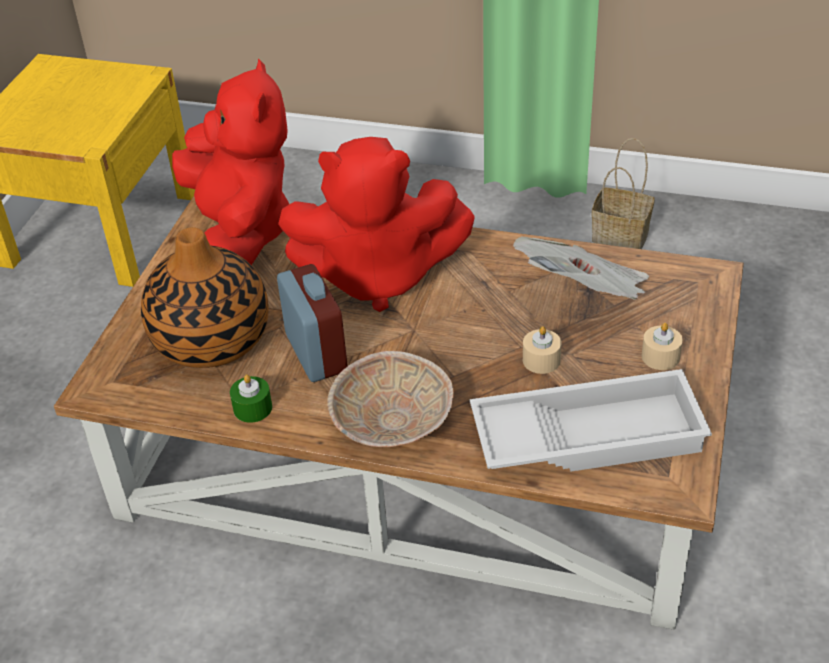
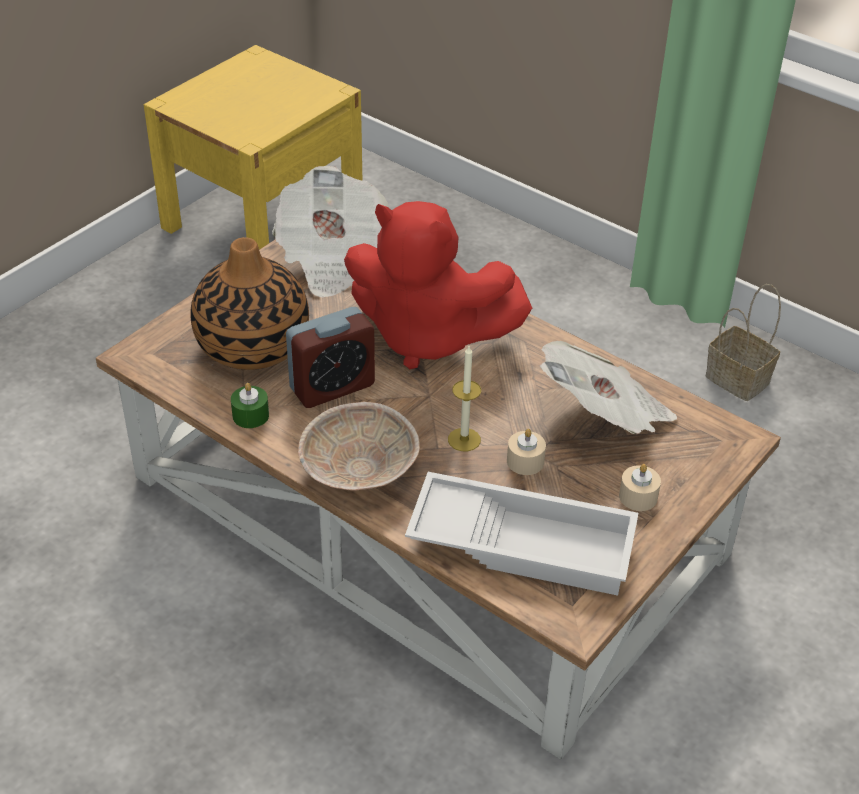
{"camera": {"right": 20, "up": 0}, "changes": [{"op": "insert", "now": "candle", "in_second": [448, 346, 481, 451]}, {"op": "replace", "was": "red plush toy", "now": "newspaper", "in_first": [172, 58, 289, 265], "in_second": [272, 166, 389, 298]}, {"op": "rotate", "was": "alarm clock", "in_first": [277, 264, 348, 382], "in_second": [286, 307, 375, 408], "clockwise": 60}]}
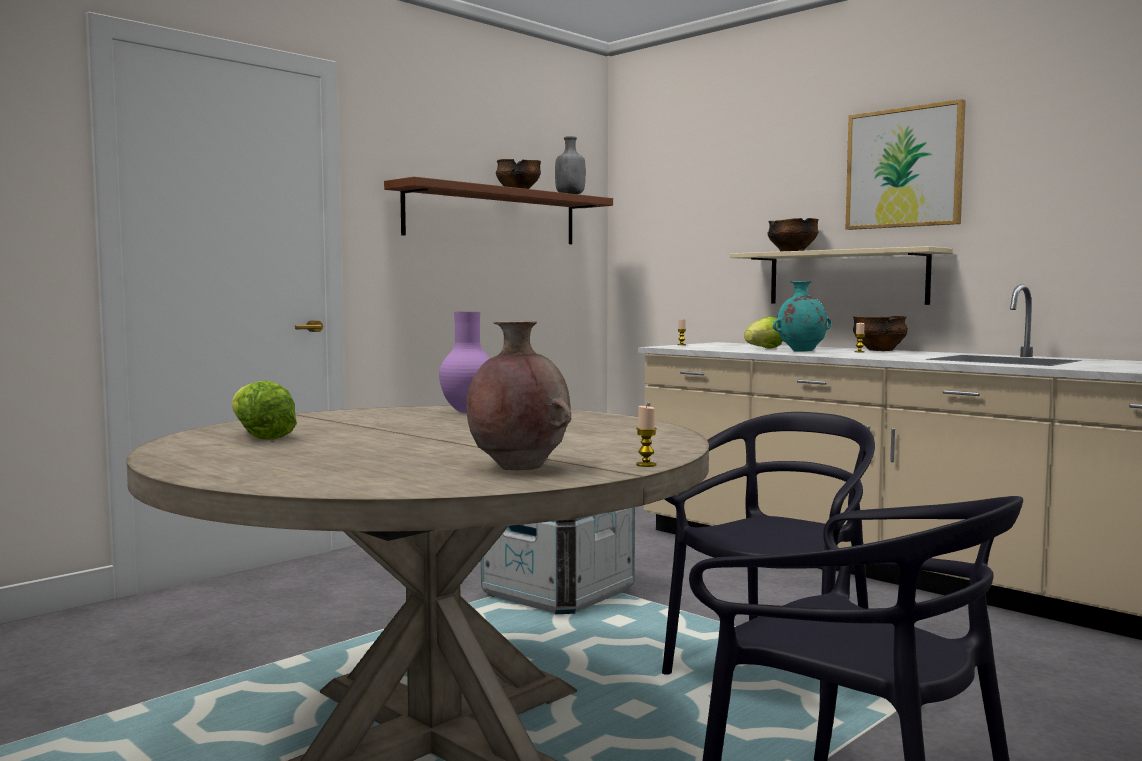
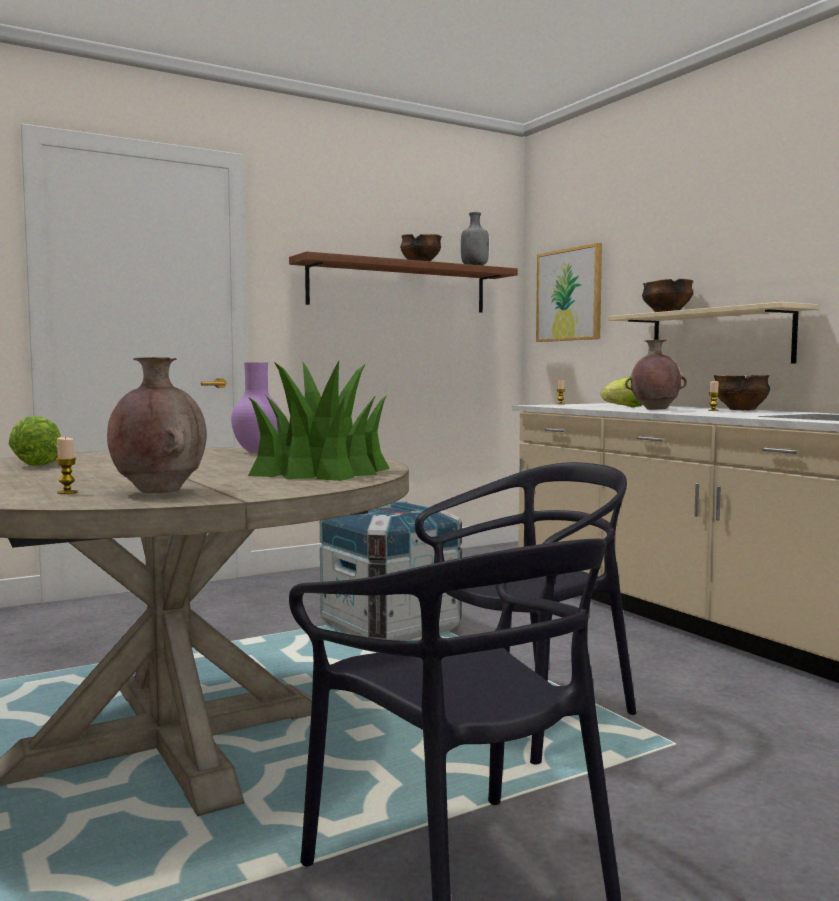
{"camera": {"right": 15, "up": 0}, "changes": [{"op": "insert", "now": "potted plant", "in_second": [248, 361, 390, 481]}, {"op": "move", "was": "candle", "in_first": [636, 405, 657, 467], "in_second": [56, 437, 77, 494]}, {"op": "move", "was": "picture", "in_first": [846, 99, 966, 230], "in_second": [536, 243, 602, 342]}, {"op": "recolor", "was": "turquoise vase", "now": "brown vase", "in_first": [773, 281, 832, 352], "in_second": [625, 340, 687, 410]}]}
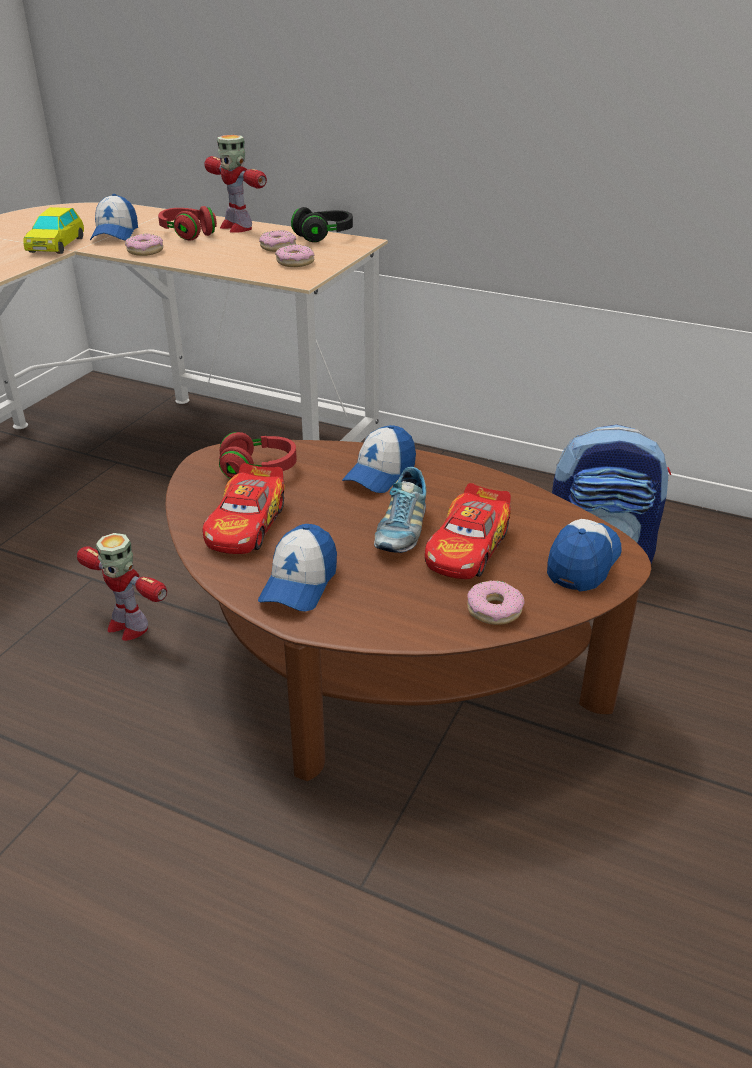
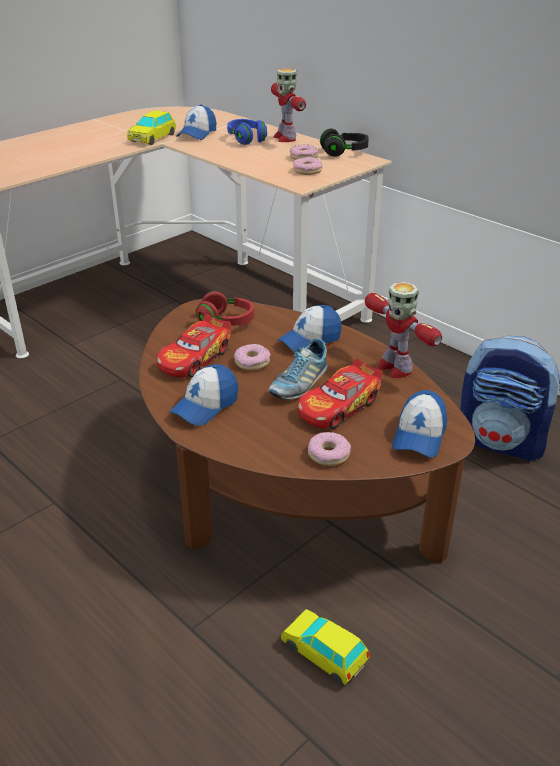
{"camera": {"right": 20, "up": 0}, "changes": [{"op": "insert", "now": "toy car", "in_second": [281, 609, 370, 685]}, {"op": "move", "was": "toy robot", "in_first": [77, 533, 167, 641], "in_second": [365, 282, 442, 378]}, {"op": "move", "was": "donut", "in_first": [125, 234, 163, 256], "in_second": [234, 344, 271, 371]}, {"op": "recolor", "was": "red headphones", "now": "blue headphones", "in_first": [158, 206, 217, 241], "in_second": [227, 119, 267, 145]}, {"op": "rotate", "was": "cap", "in_first": [547, 519, 622, 592], "in_second": [392, 390, 447, 458], "clockwise": 150}]}
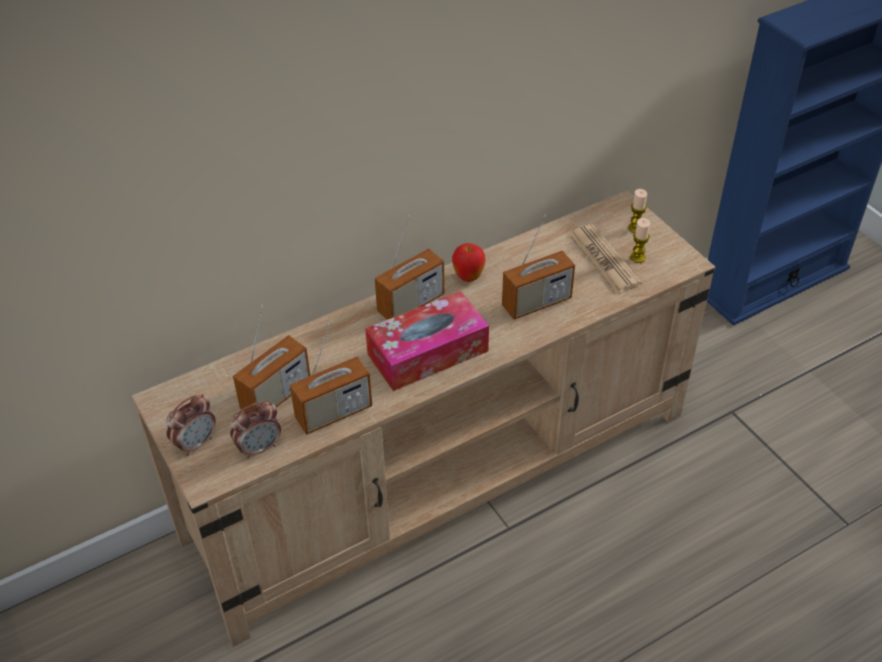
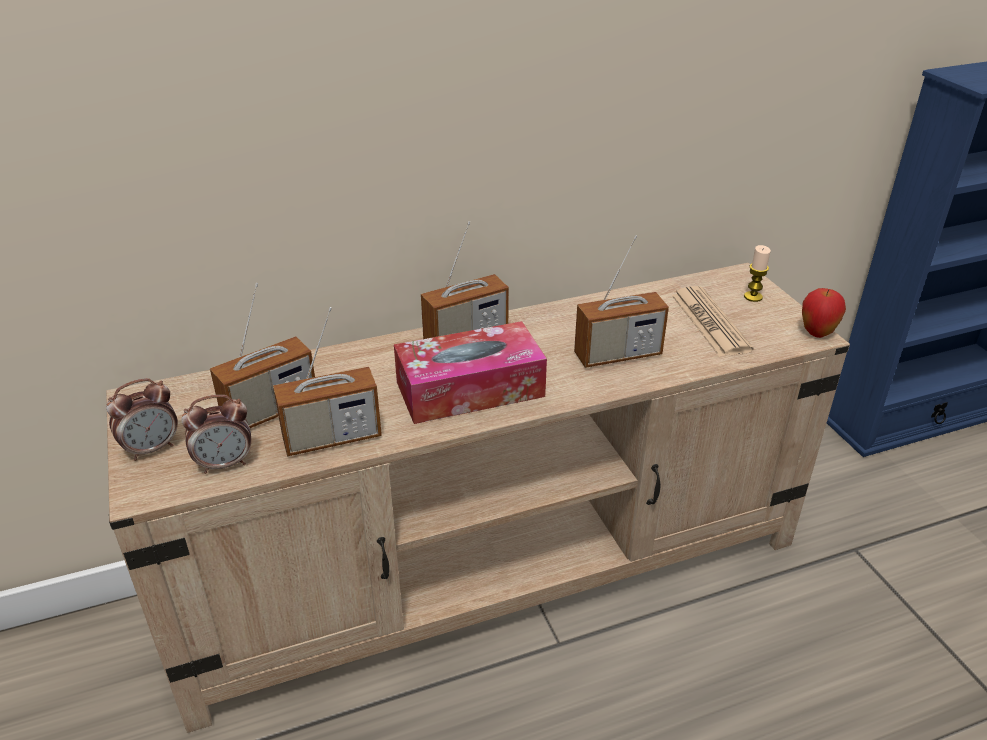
{"camera": {"right": 10, "up": -10}, "changes": [{"op": "delete", "was": "candle", "in_first": [630, 218, 650, 263]}, {"op": "move", "was": "apple", "in_first": [452, 243, 486, 282], "in_second": [802, 288, 846, 338]}]}
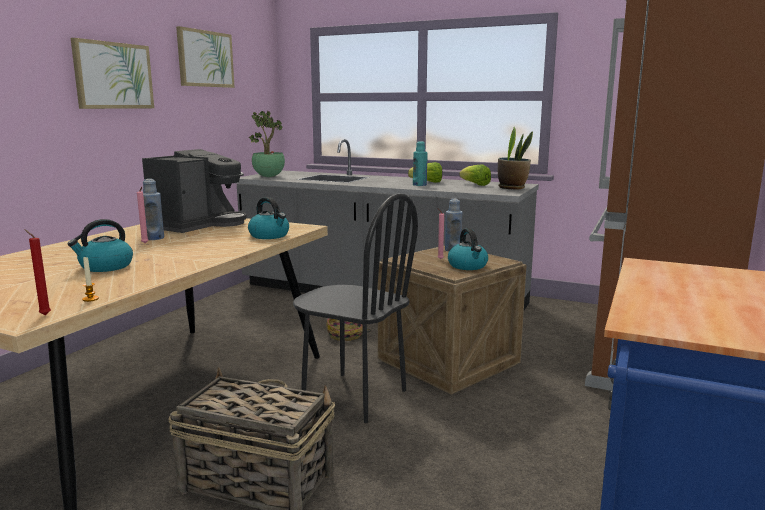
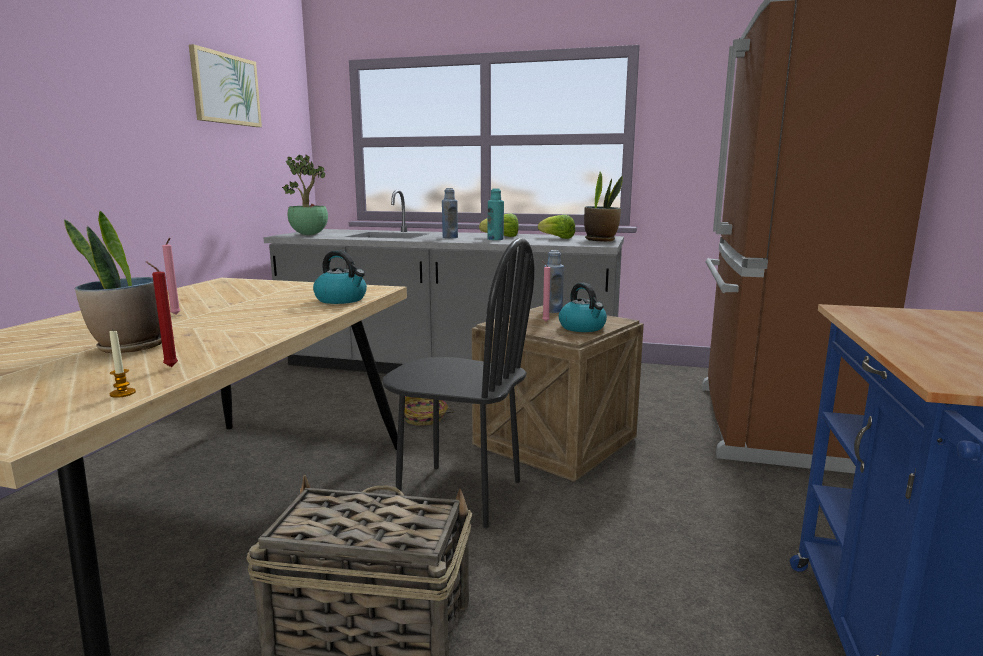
{"camera": {"right": -10, "up": 0}, "changes": [{"op": "delete", "was": "picture", "in_first": [71, 38, 154, 109]}, {"op": "delete", "was": "coffee machine", "in_first": [142, 149, 247, 233]}, {"op": "move", "was": "red candle", "in_first": [25, 229, 51, 315], "in_second": [146, 261, 178, 367]}, {"op": "move", "was": "blue bottle", "in_first": [143, 179, 164, 240], "in_second": [442, 188, 458, 238]}, {"op": "replace", "was": "kettle", "now": "potted plant", "in_first": [67, 219, 133, 272], "in_second": [64, 211, 162, 353]}]}
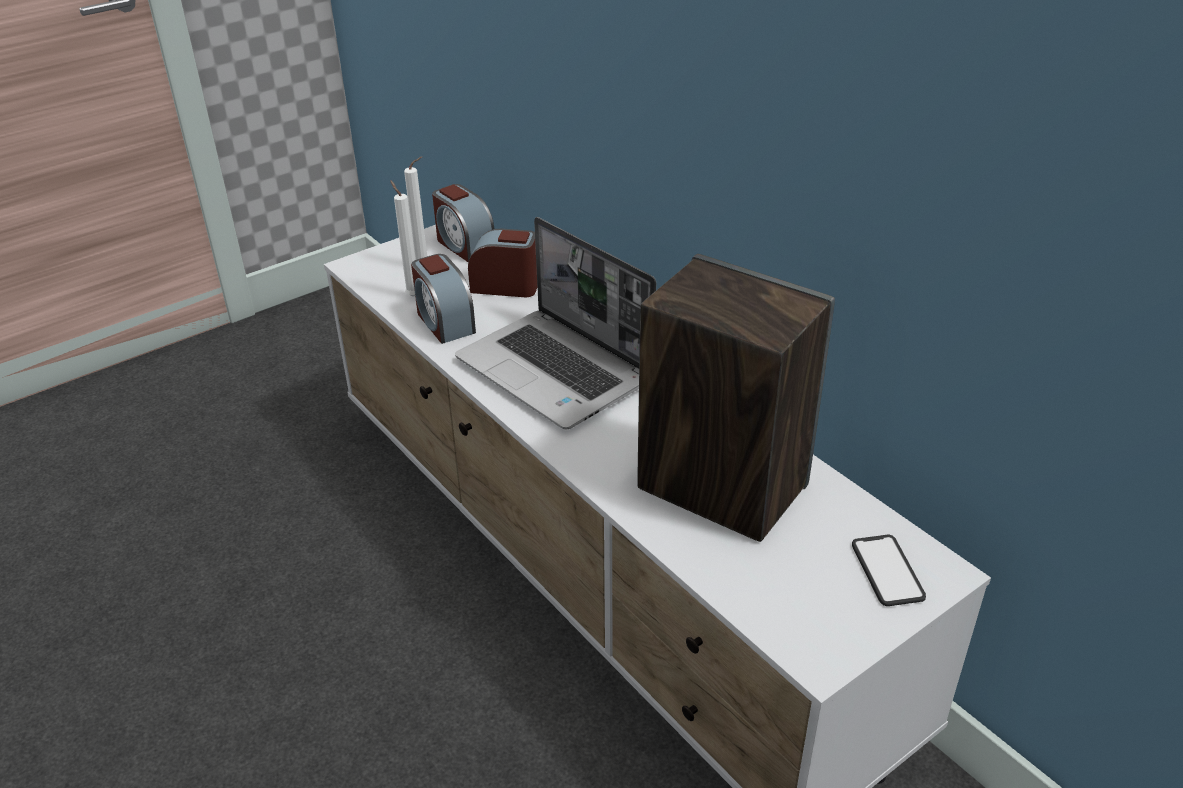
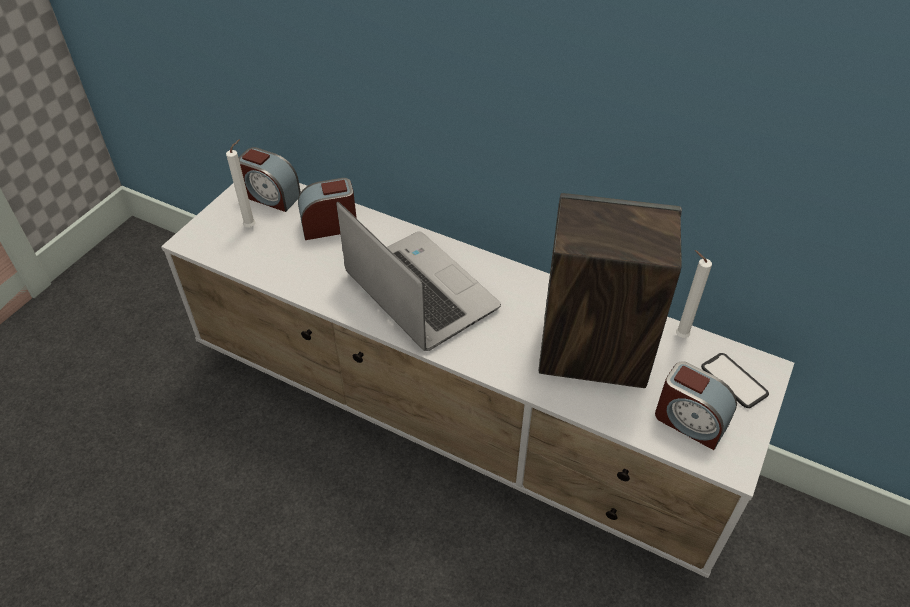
{"camera": {"right": -25, "up": 10}, "changes": [{"op": "move", "was": "white candle", "in_first": [390, 180, 415, 297], "in_second": [676, 250, 712, 338]}, {"op": "move", "was": "alarm clock", "in_first": [411, 254, 476, 344], "in_second": [655, 361, 737, 450]}, {"op": "rotate", "was": "laptop", "in_first": [455, 217, 656, 429], "in_second": [336, 202, 501, 351], "clockwise": -150}]}
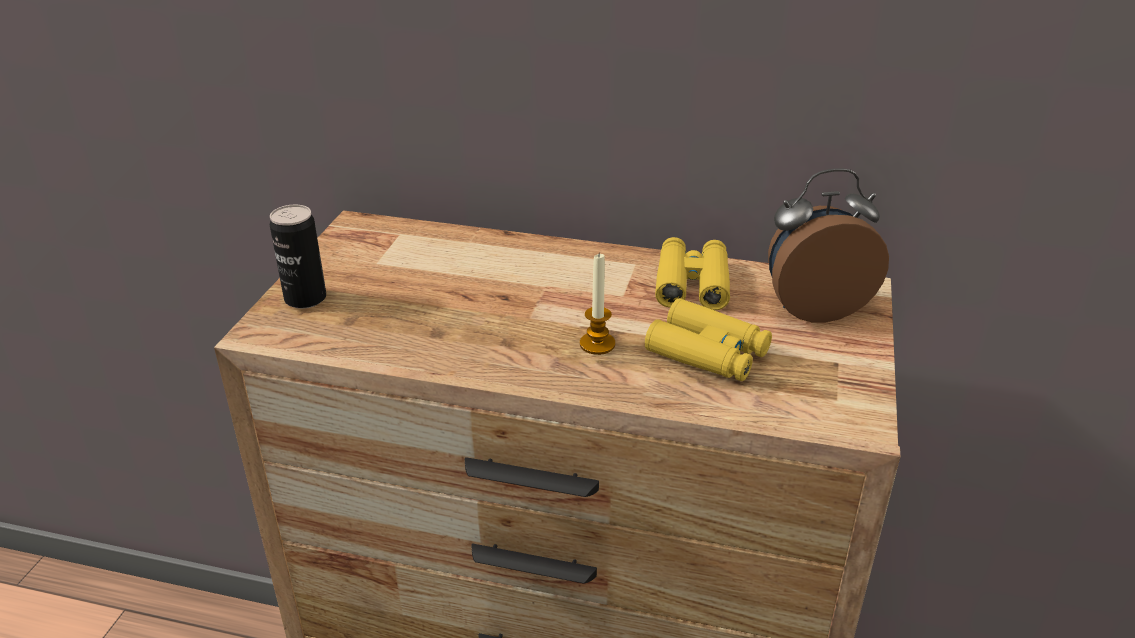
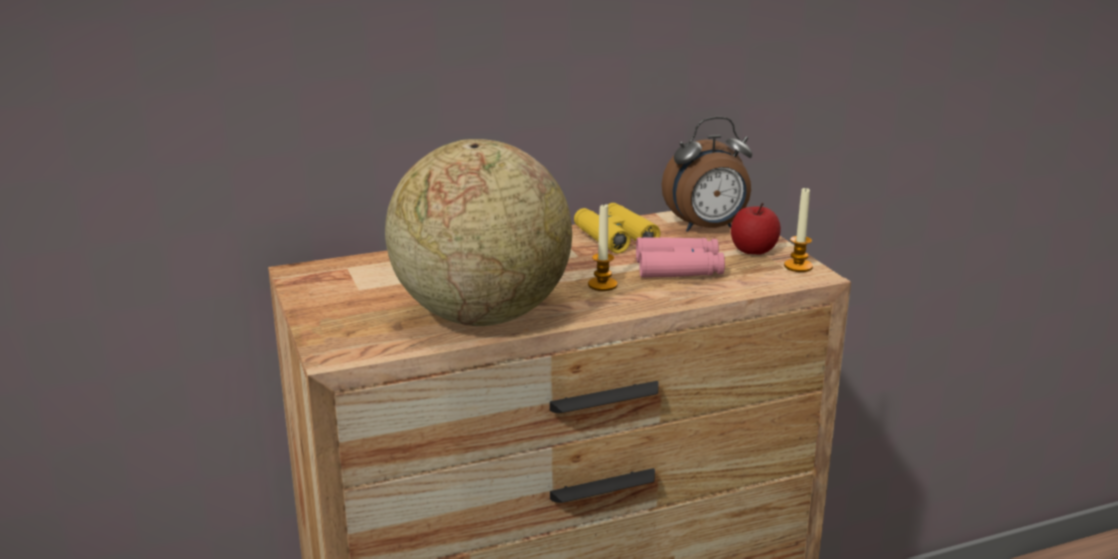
{"camera": {"right": -35, "up": -10}, "changes": [{"op": "delete", "was": "can", "in_first": [270, 205, 326, 309]}, {"op": "insert", "now": "globe", "in_second": [385, 139, 572, 326]}, {"op": "insert", "now": "apple", "in_second": [731, 202, 781, 255]}, {"op": "insert", "now": "candle", "in_second": [784, 188, 813, 272]}, {"op": "recolor", "was": "yellow binoculars", "now": "pink binoculars", "in_first": [645, 298, 772, 381], "in_second": [636, 237, 725, 278]}, {"op": "rotate", "was": "alarm clock", "in_first": [768, 168, 889, 323], "in_second": [662, 117, 752, 232], "clockwise": -150}]}
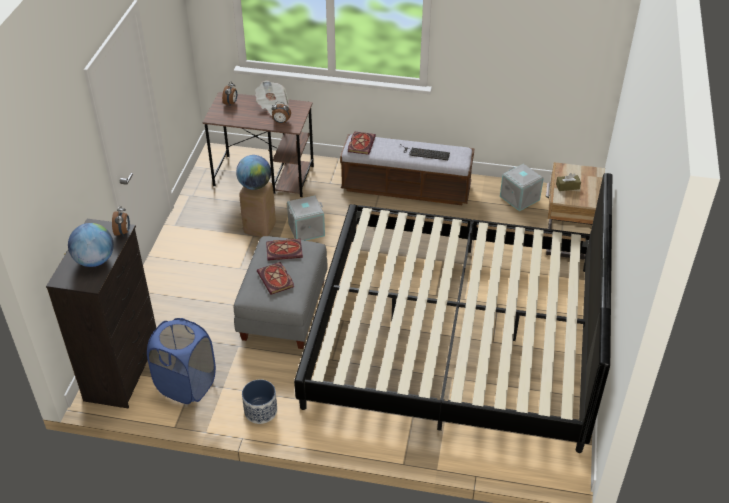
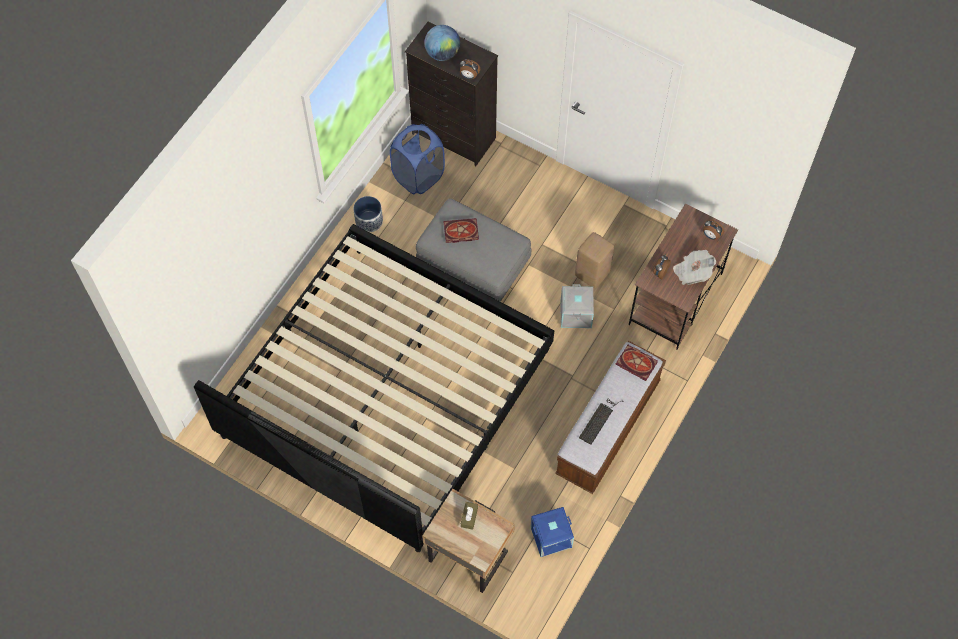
{"camera": {"right": 110, "up": 20}, "changes": [{"op": "delete", "was": "globe", "in_first": [236, 155, 271, 190]}, {"op": "delete", "was": "book", "in_first": [266, 239, 303, 261]}, {"op": "recolor", "was": "grey storage box", "now": "blue storage box", "in_first": [500, 164, 544, 211], "in_second": [530, 507, 574, 557]}]}
